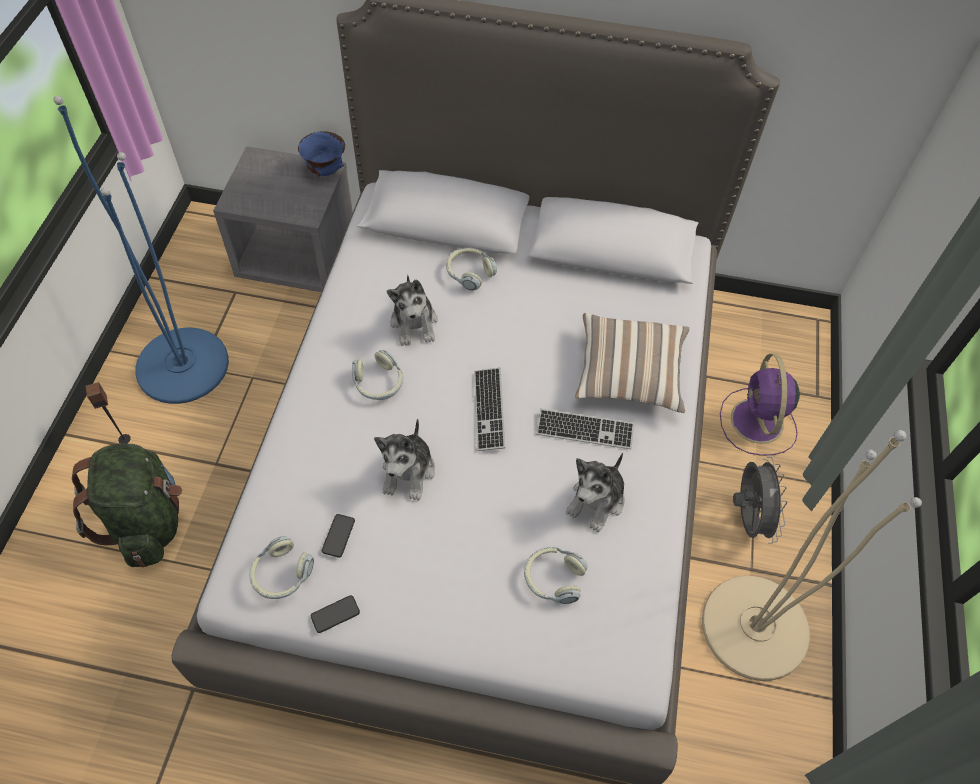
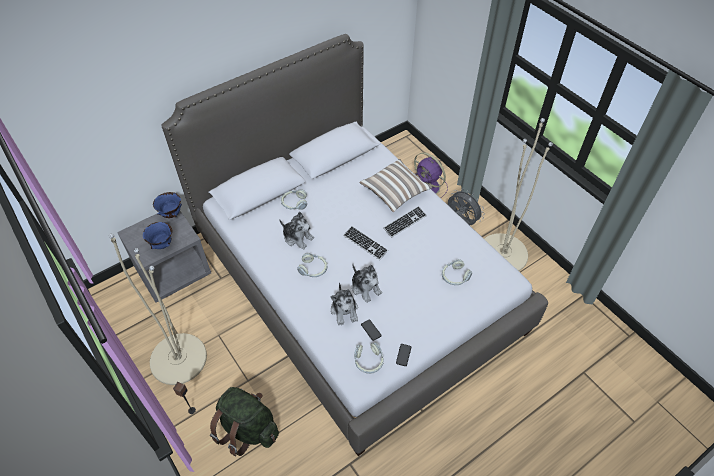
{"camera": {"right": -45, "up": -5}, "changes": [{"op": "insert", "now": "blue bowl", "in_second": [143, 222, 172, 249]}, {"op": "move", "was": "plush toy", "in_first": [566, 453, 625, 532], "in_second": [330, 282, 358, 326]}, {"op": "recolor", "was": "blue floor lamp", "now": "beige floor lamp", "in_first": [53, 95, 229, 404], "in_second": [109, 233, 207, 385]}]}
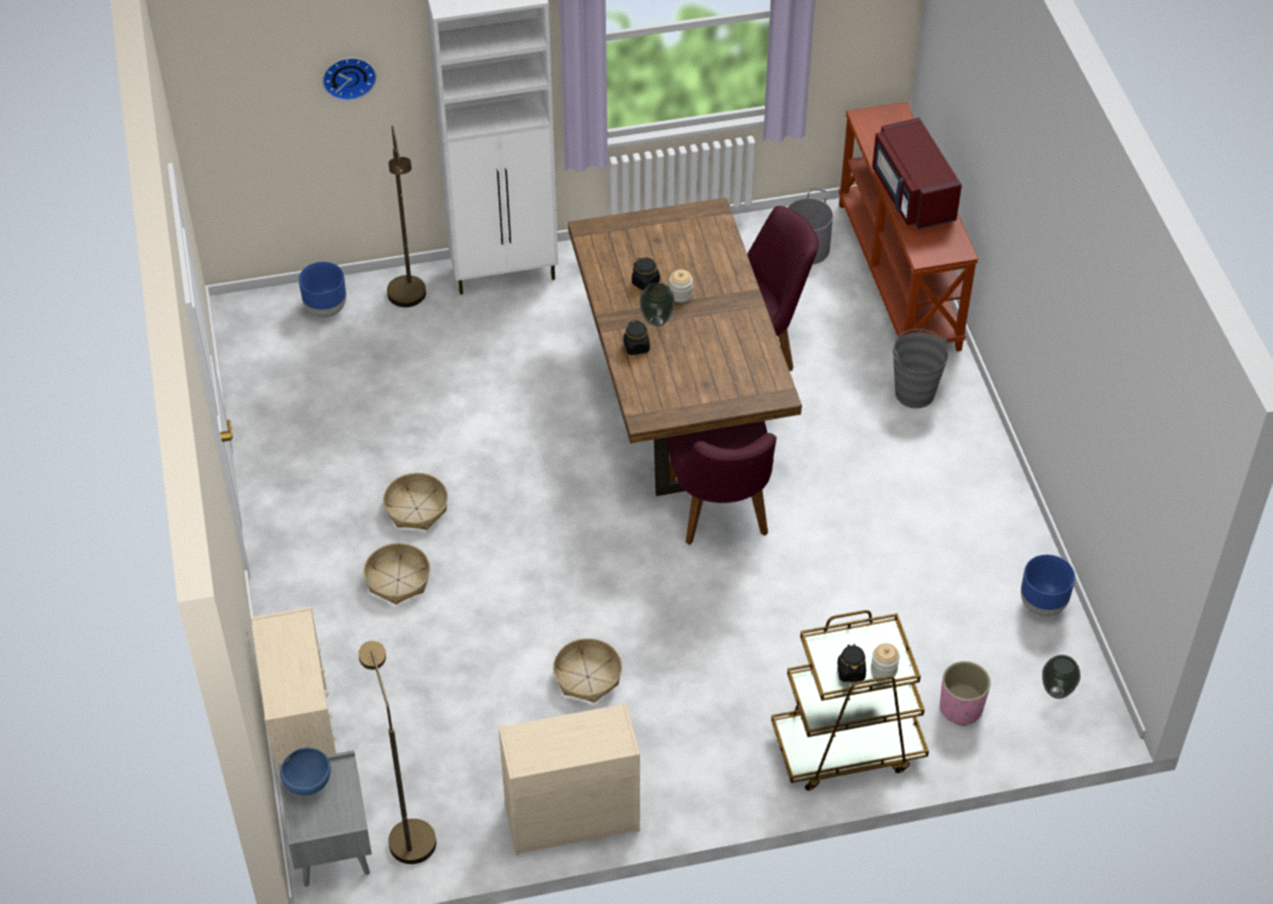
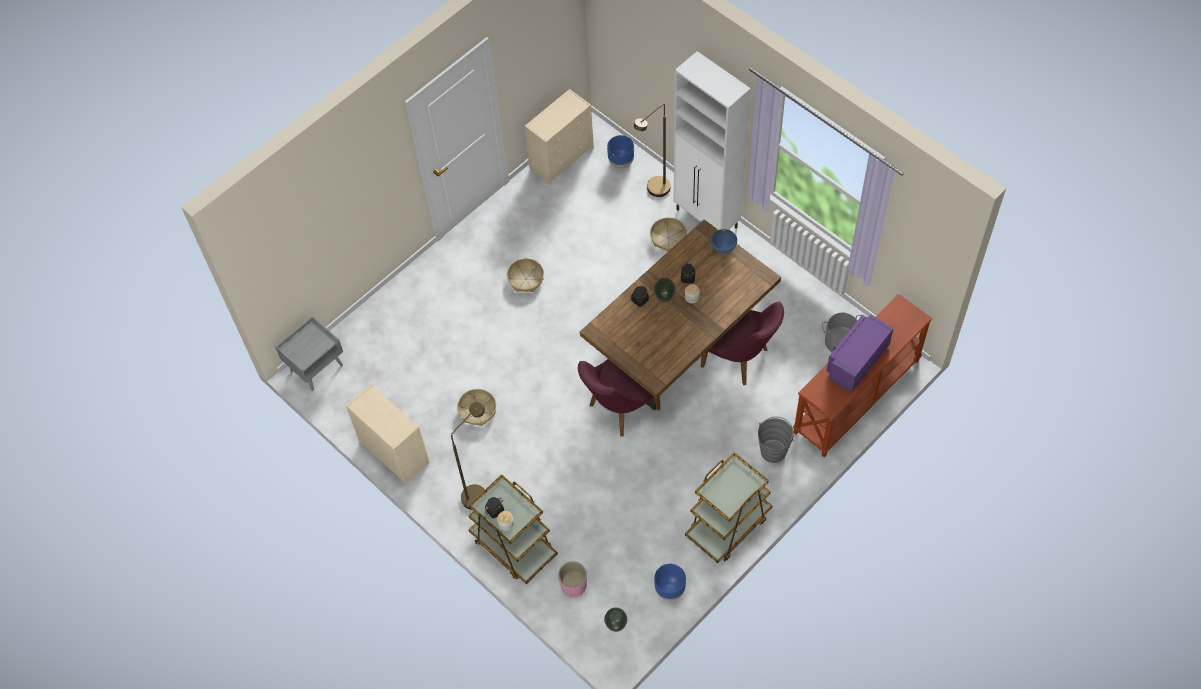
{"camera": {"right": 60, "up": 10}, "changes": [{"op": "delete", "was": "wall clock", "in_first": [322, 58, 377, 101]}, {"op": "insert", "now": "brown cart", "in_second": [685, 452, 773, 563]}, {"op": "move", "was": "beige dresser", "in_first": [251, 607, 336, 789], "in_second": [524, 89, 594, 185]}, {"op": "move", "was": "blue bowl", "in_first": [280, 748, 331, 796], "in_second": [711, 229, 737, 253]}, {"op": "move", "was": "brown floor lamp", "in_first": [359, 641, 436, 864], "in_second": [451, 402, 485, 510]}, {"op": "move", "was": "basket", "in_first": [364, 543, 430, 605], "in_second": [650, 217, 687, 251]}, {"op": "recolor", "was": "red microwave", "now": "purple microwave", "in_first": [872, 118, 962, 230], "in_second": [827, 314, 894, 393]}]}
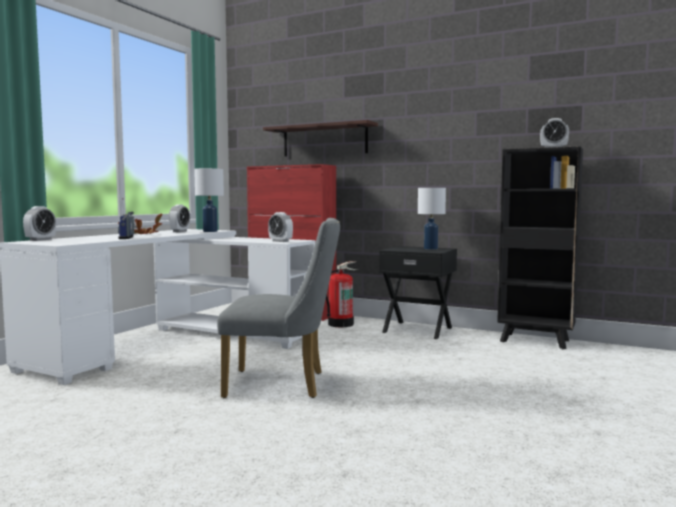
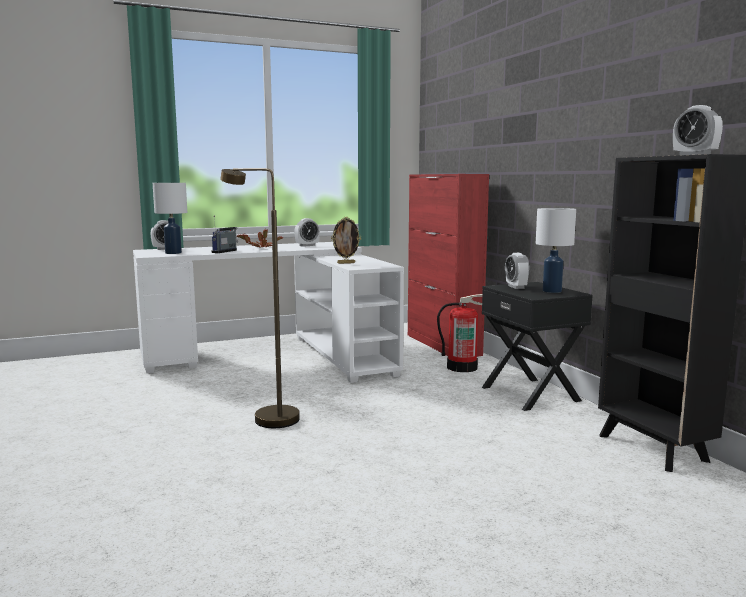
{"camera": {"right": 40, "up": 5}, "changes": [{"op": "delete", "was": "shelf", "in_first": [263, 120, 378, 156]}, {"op": "insert", "now": "picture frame", "in_second": [331, 217, 361, 264]}, {"op": "move", "was": "white table lamp", "in_first": [194, 168, 224, 232], "in_second": [153, 183, 187, 254]}, {"op": "move", "was": "alarm clock", "in_first": [268, 212, 293, 242], "in_second": [505, 253, 530, 289]}, {"op": "replace", "was": "grey chair", "now": "brown floor lamp", "in_first": [217, 218, 340, 398], "in_second": [220, 168, 300, 428]}]}
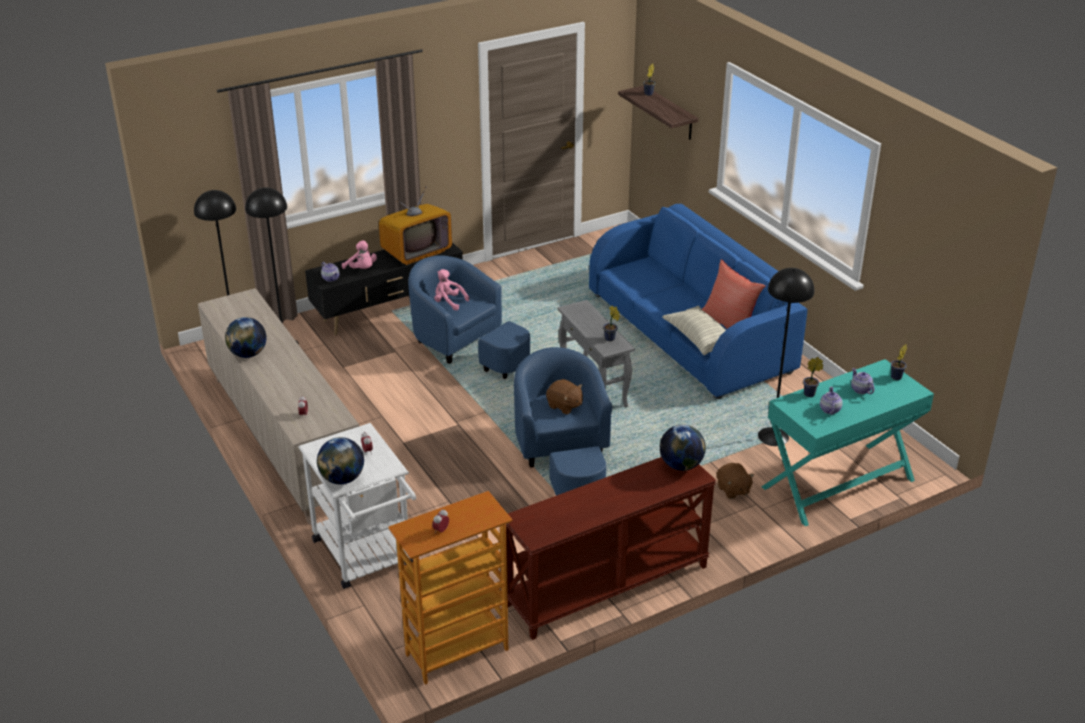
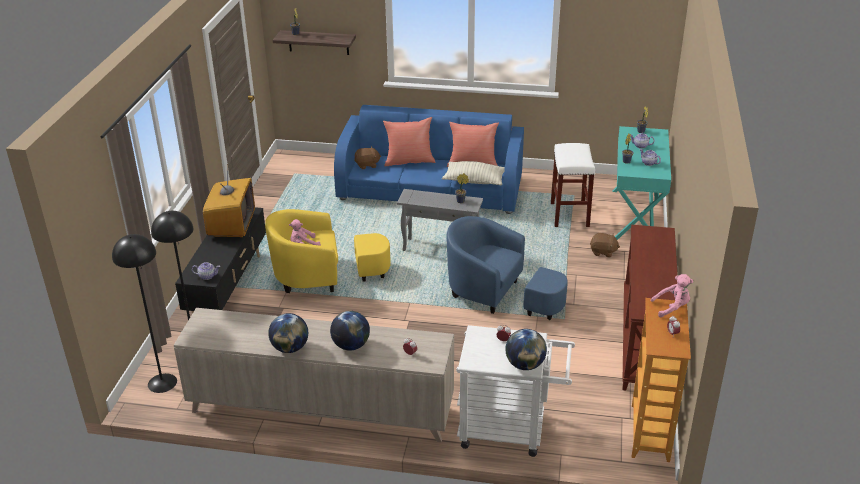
{"camera": {"right": -50, "up": 0}, "changes": [{"op": "insert", "now": "red pillow", "in_second": [383, 117, 435, 166]}, {"op": "move", "was": "pink plush toy", "in_first": [342, 240, 377, 269], "in_second": [650, 274, 693, 317]}, {"op": "move", "was": "brown plush toy", "in_first": [546, 379, 583, 415], "in_second": [354, 146, 381, 169]}, {"op": "move", "was": "globe", "in_first": [660, 425, 706, 471], "in_second": [330, 311, 370, 351]}, {"op": "replace", "was": "black floor lamp", "now": "white stool", "in_first": [758, 268, 814, 446], "in_second": [551, 143, 595, 227]}, {"op": "recolor", "was": "blue armchair", "now": "yellow armchair", "in_first": [408, 255, 530, 379], "in_second": [265, 209, 391, 293]}]}
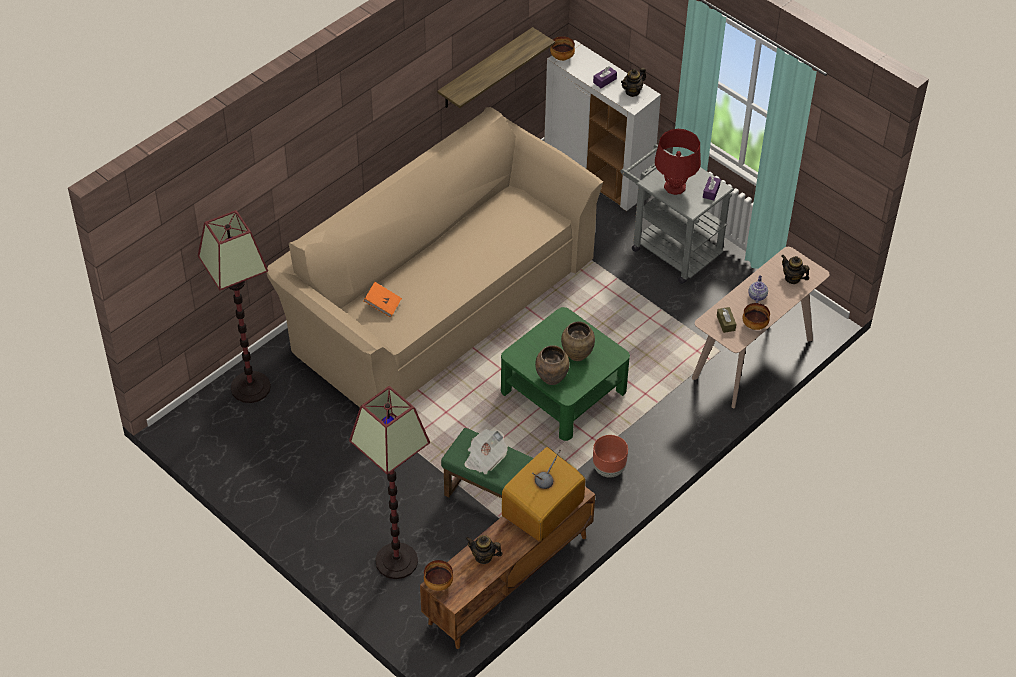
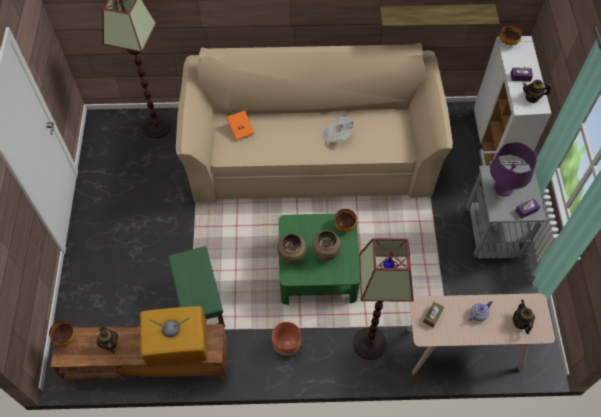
{"camera": {"right": 45, "up": 10}, "changes": [{"op": "move", "was": "floor lamp", "in_first": [349, 386, 430, 579], "in_second": [353, 238, 414, 360]}, {"op": "move", "was": "newspaper", "in_first": [464, 429, 508, 474], "in_second": [321, 116, 355, 144]}, {"op": "move", "was": "bowl", "in_first": [742, 303, 770, 330], "in_second": [334, 209, 357, 232]}, {"op": "recolor", "was": "red table lamp", "now": "purple table lamp", "in_first": [655, 129, 701, 195], "in_second": [490, 142, 537, 196]}]}
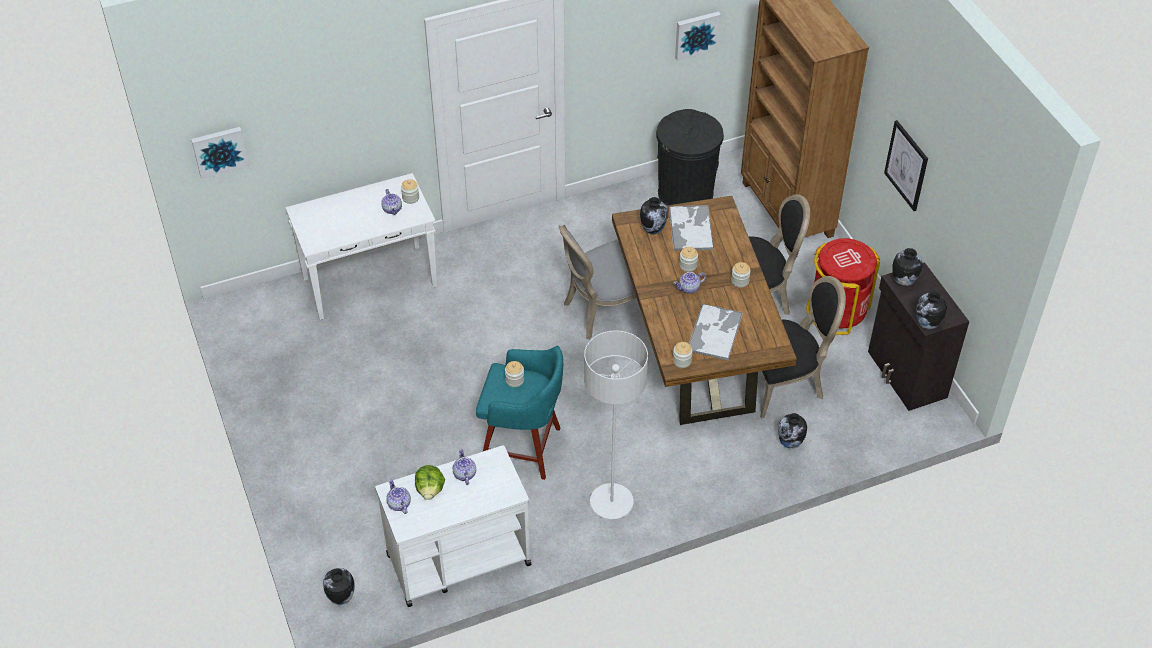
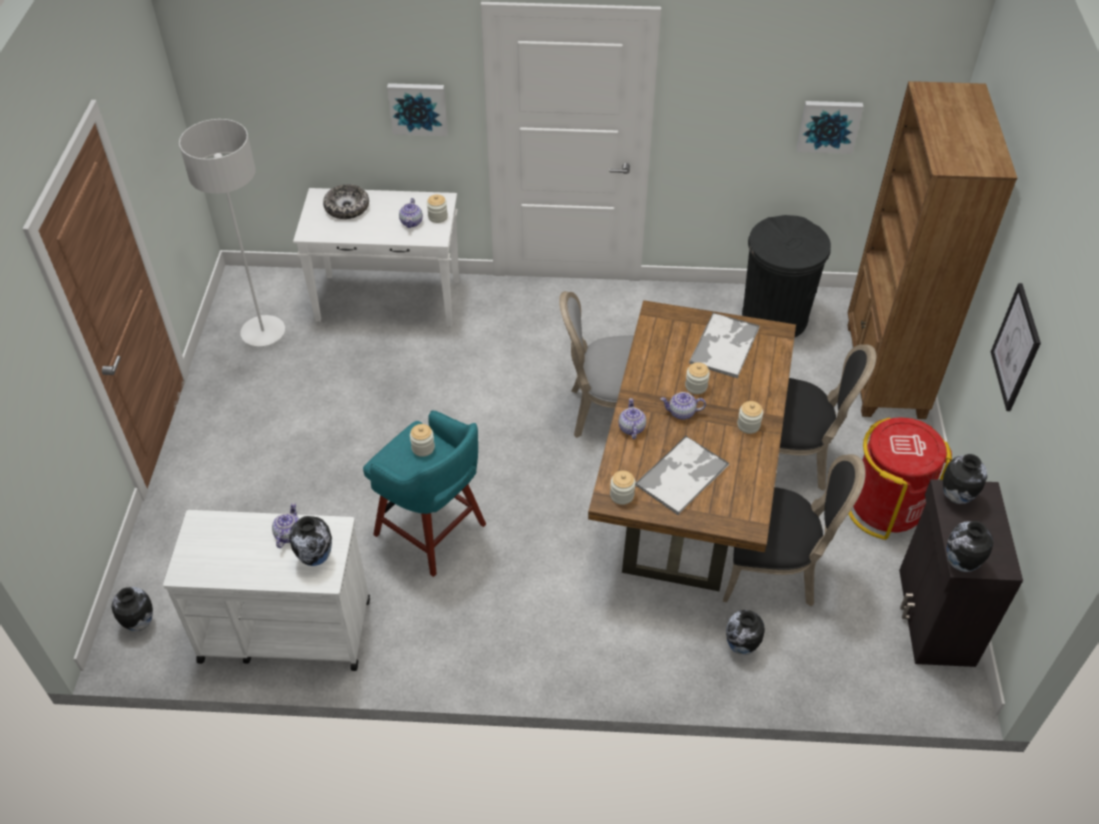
{"camera": {"right": 25, "up": 0}, "changes": [{"op": "delete", "was": "lettuce", "in_first": [415, 465, 445, 500]}, {"op": "insert", "now": "bowl", "in_second": [323, 184, 369, 219]}, {"op": "move", "was": "picture", "in_first": [191, 127, 249, 179], "in_second": [387, 83, 448, 136]}, {"op": "move", "was": "teapot", "in_first": [386, 480, 411, 514], "in_second": [619, 398, 646, 439]}, {"op": "move", "was": "grey floor lamp", "in_first": [584, 331, 648, 519], "in_second": [179, 119, 285, 346]}, {"op": "move", "was": "vase", "in_first": [640, 197, 668, 235], "in_second": [289, 516, 332, 566]}]}
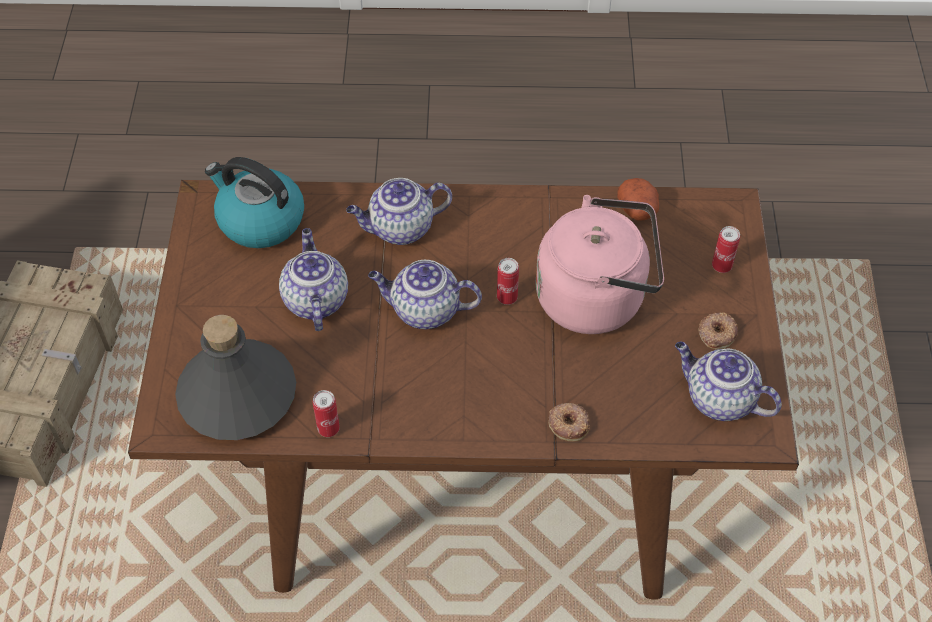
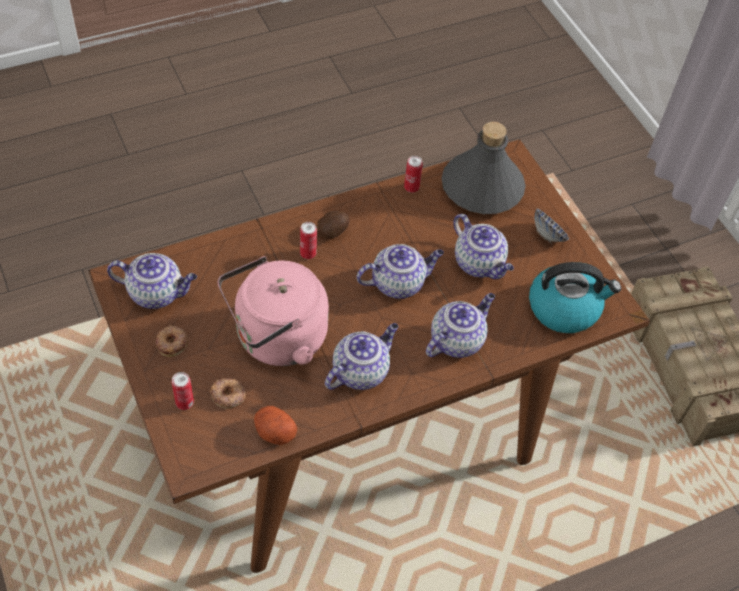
{"camera": {"right": 150, "up": 0}, "changes": [{"op": "insert", "now": "potato", "in_second": [317, 211, 350, 239]}, {"op": "insert", "now": "teapot", "in_second": [325, 323, 398, 390]}, {"op": "insert", "now": "bowl", "in_second": [535, 208, 569, 244]}, {"op": "move", "was": "can", "in_first": [497, 258, 519, 305], "in_second": [300, 222, 317, 259]}, {"op": "move", "was": "donut", "in_first": [549, 403, 590, 441], "in_second": [210, 377, 246, 409]}]}
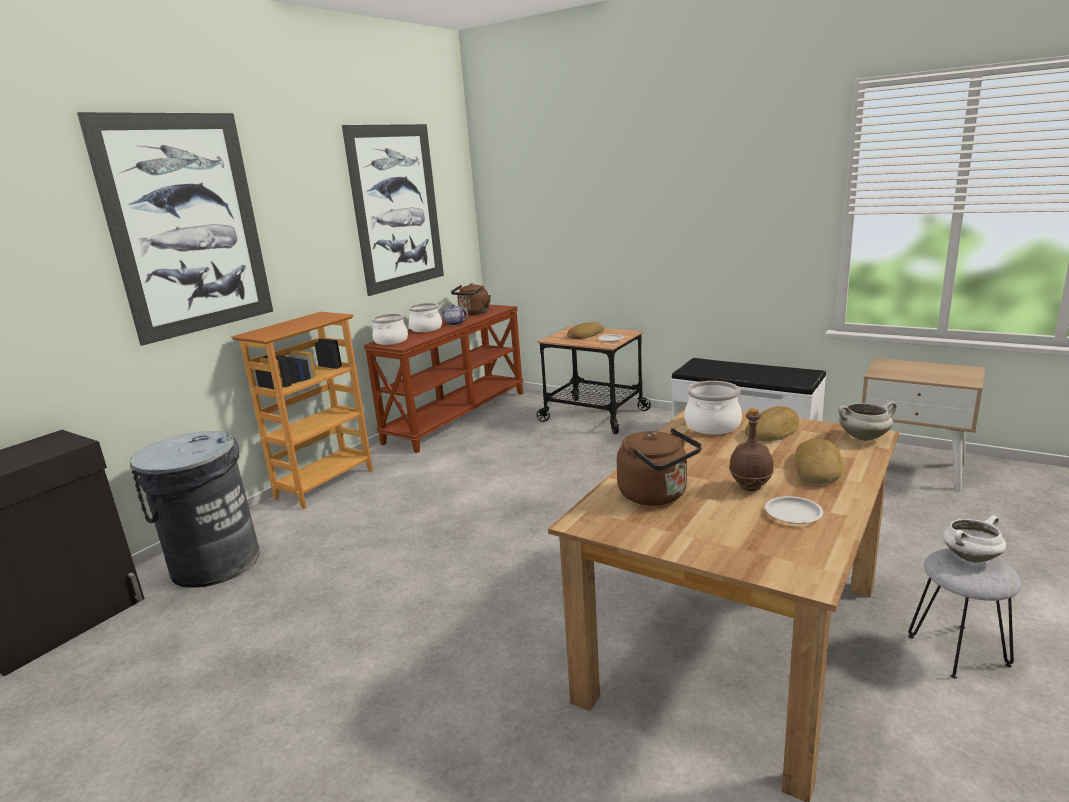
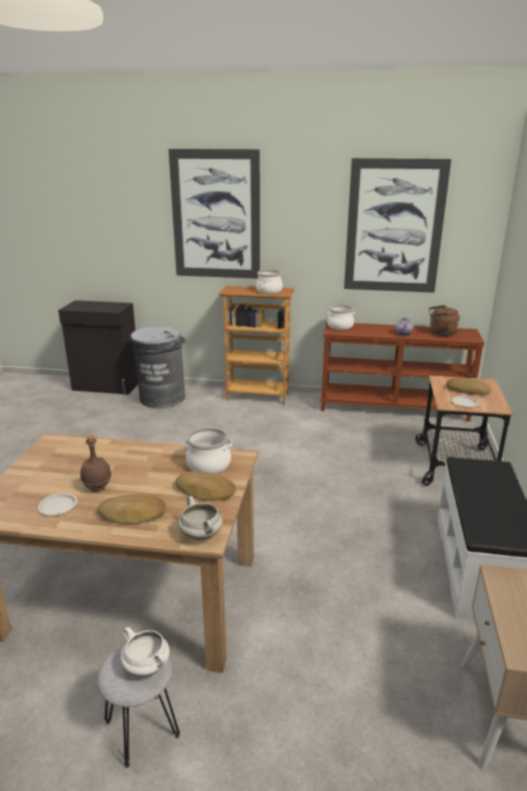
{"camera": {"right": 65, "up": 5}, "changes": [{"op": "delete", "was": "brown kettle", "in_first": [617, 428, 702, 506]}, {"op": "move", "was": "cooking pot", "in_first": [408, 303, 442, 332], "in_second": [256, 270, 283, 294]}]}
